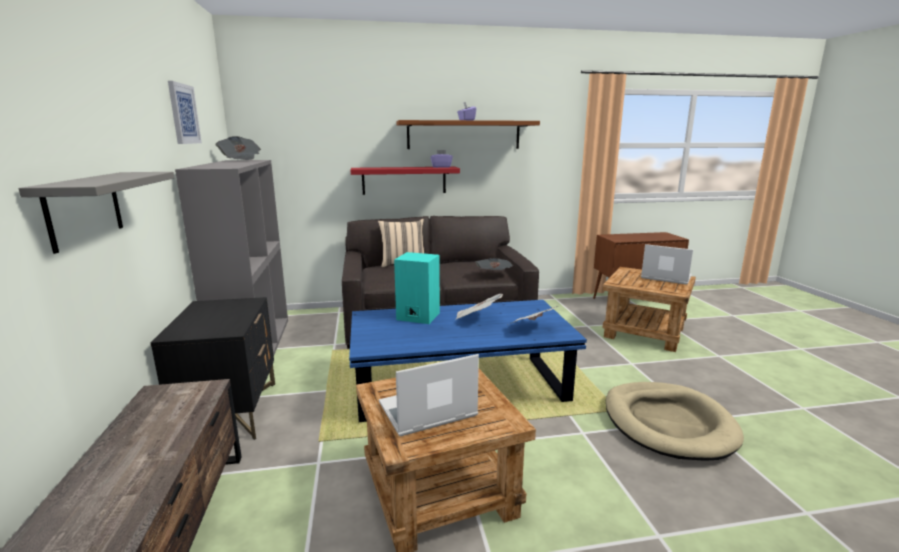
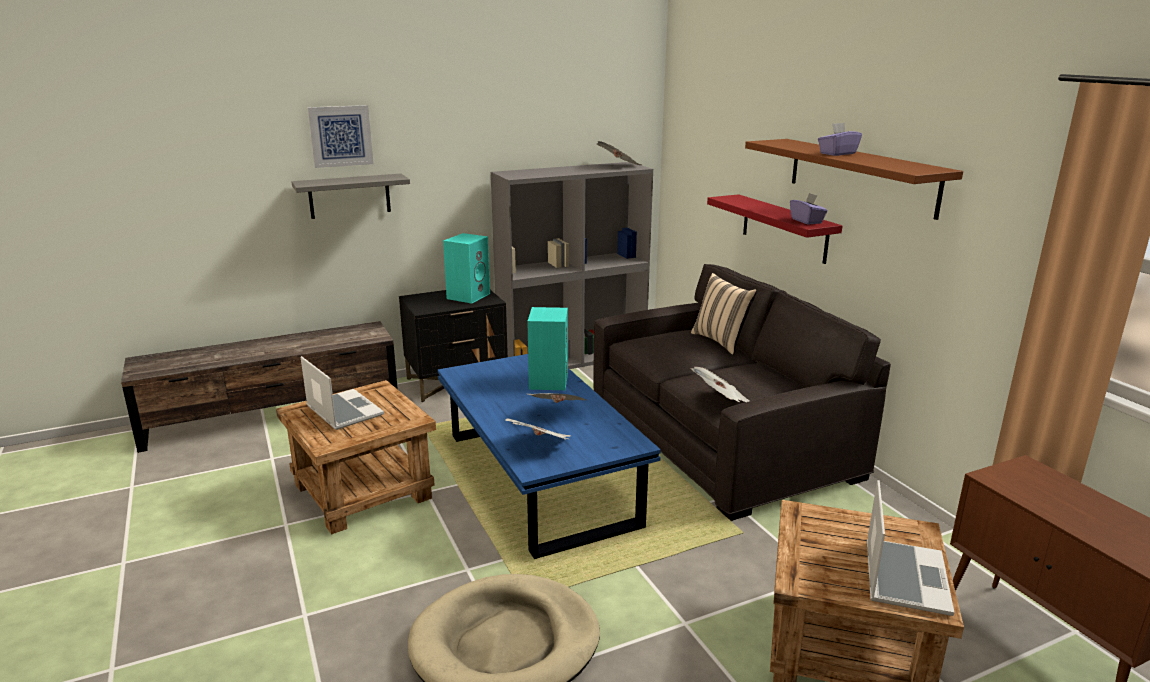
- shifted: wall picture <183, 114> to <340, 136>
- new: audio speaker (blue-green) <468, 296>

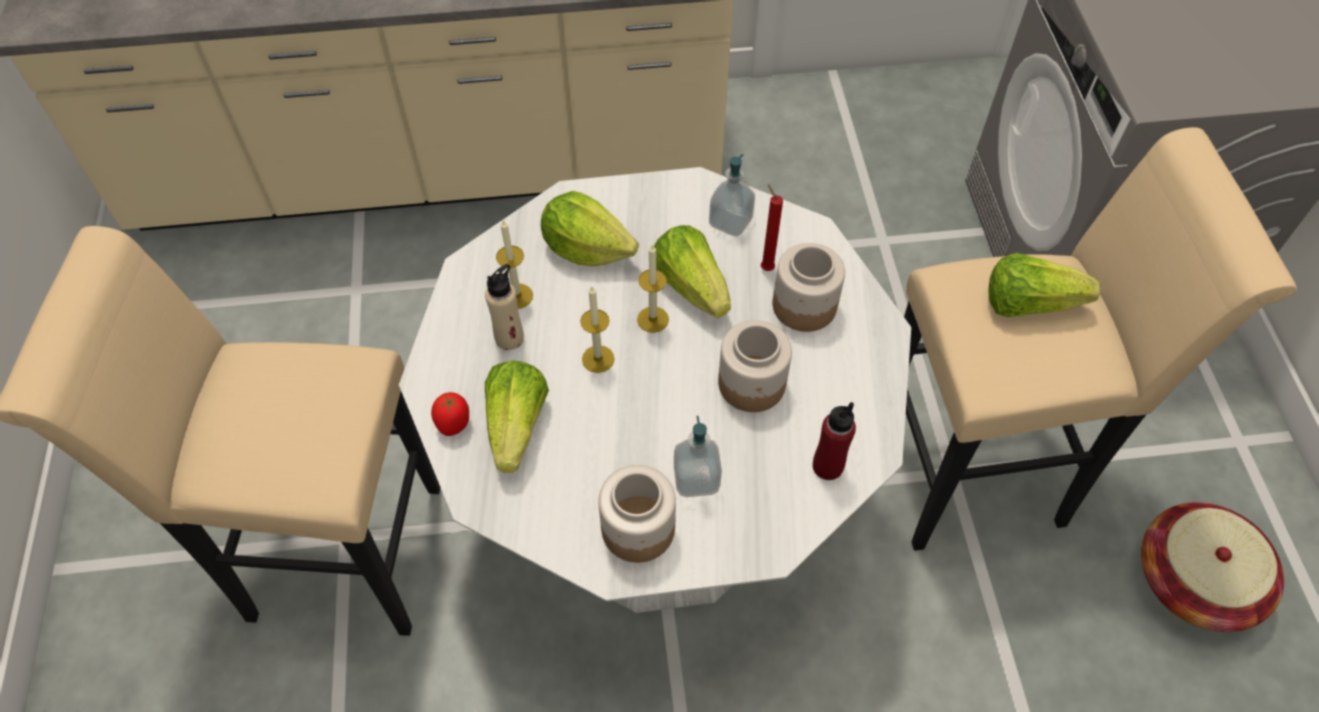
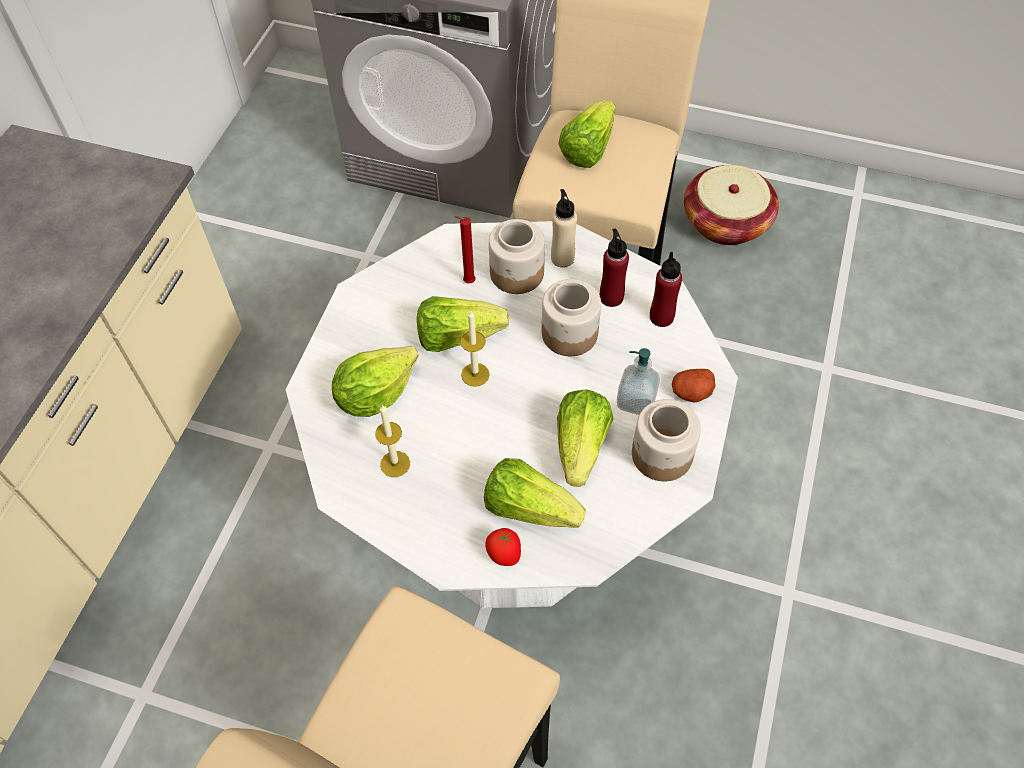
- shifted: bottle (beige-coloured) <509, 338> to <562, 258>
- new: head of lettuce <581, 446>
- new: bottle (red) <611, 297>
- new: whole potato <691, 392>
- gone: wax light <598, 359>
- gone: soap dispenser <730, 222>

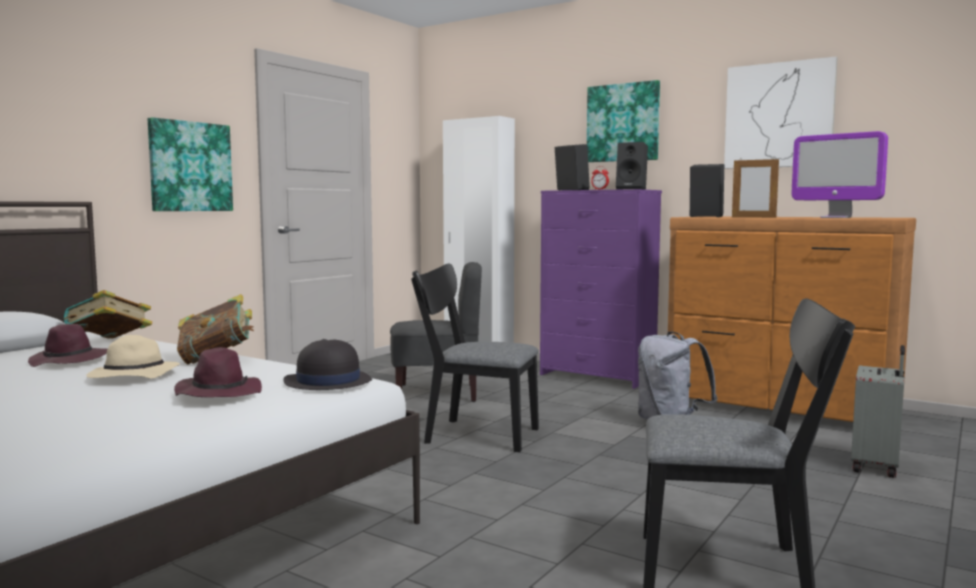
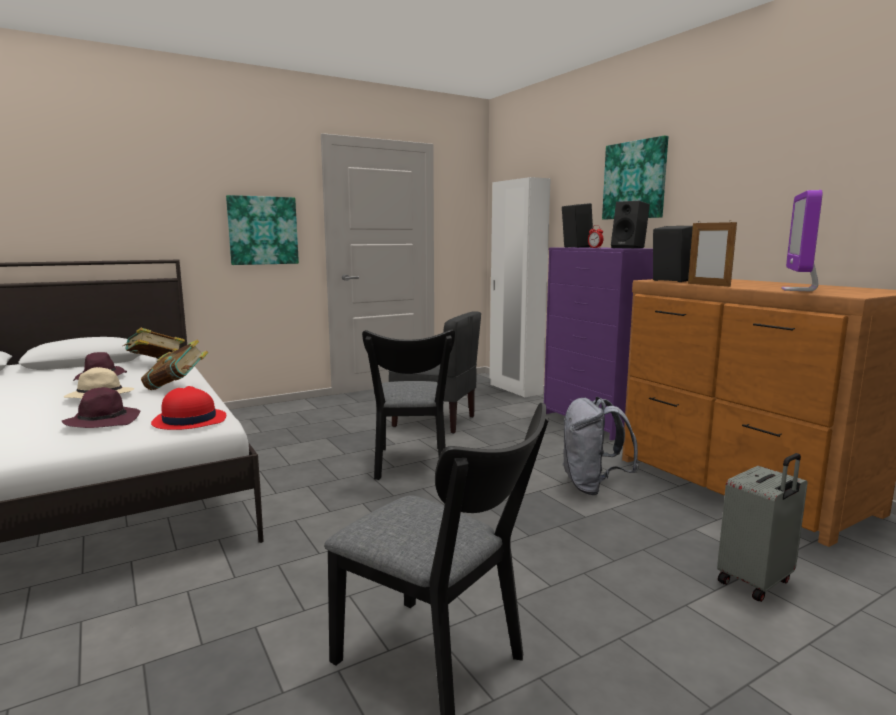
- repainted: wearable hat (black) <327, 382> to wearable hat (red) <189, 420>
- rotated: plain chair (black) <473, 434> = <411, 465> 135 degrees counterclockwise
- rotated: monitor <836, 217> = <798, 290> 45 degrees clockwise
- gone: wall picture <779, 115>

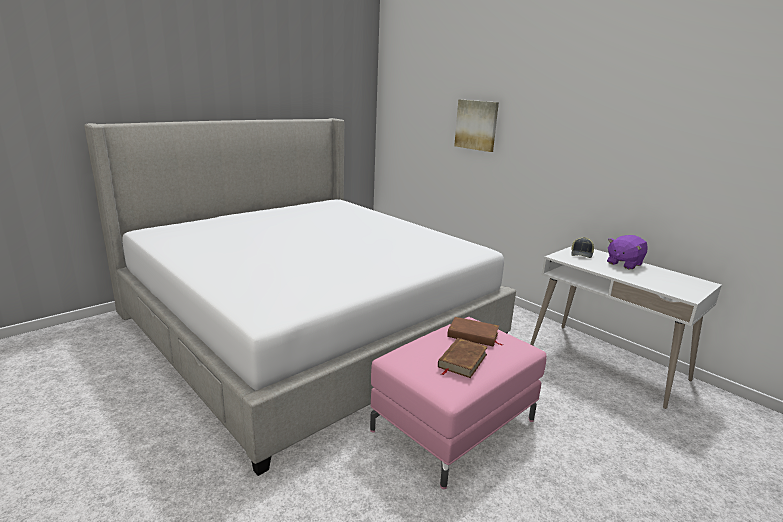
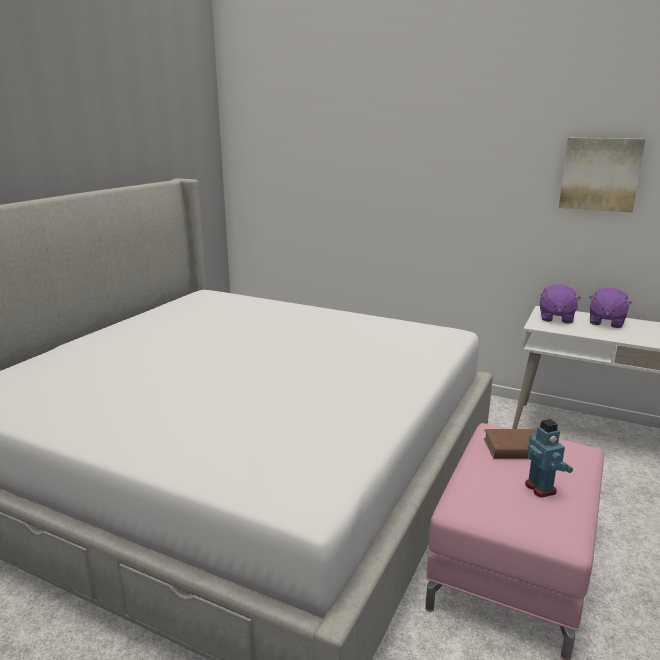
- swapped: bound book (brownish) <462, 360> to toy robot <541, 488>
- swapped: baseball cap <582, 254> to cuddly toy (purple) <555, 318>
- shifted: wall picture <476, 125> to <600, 174>

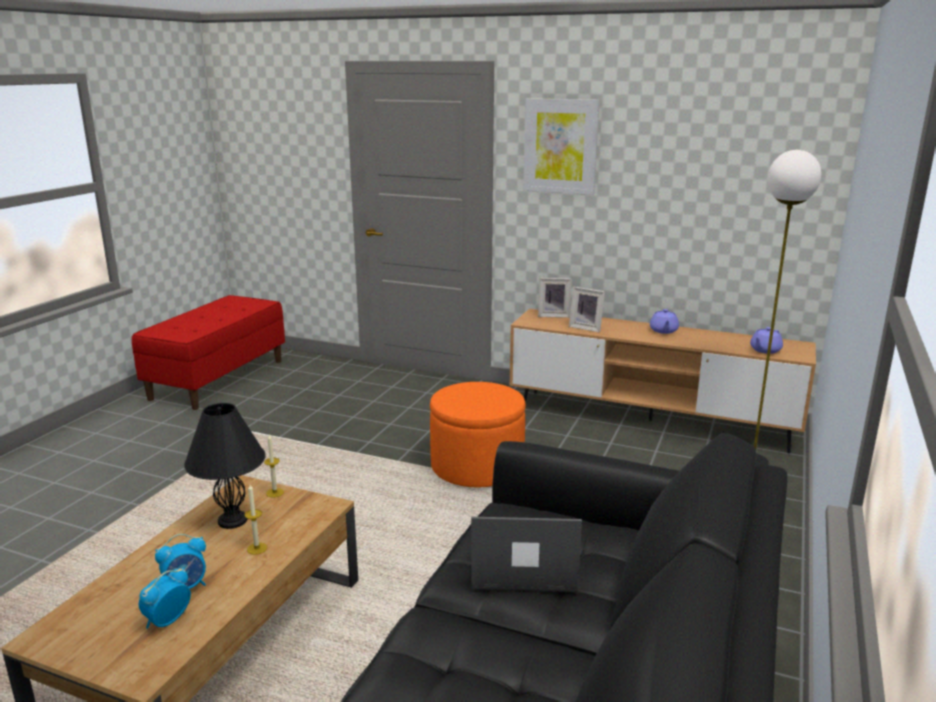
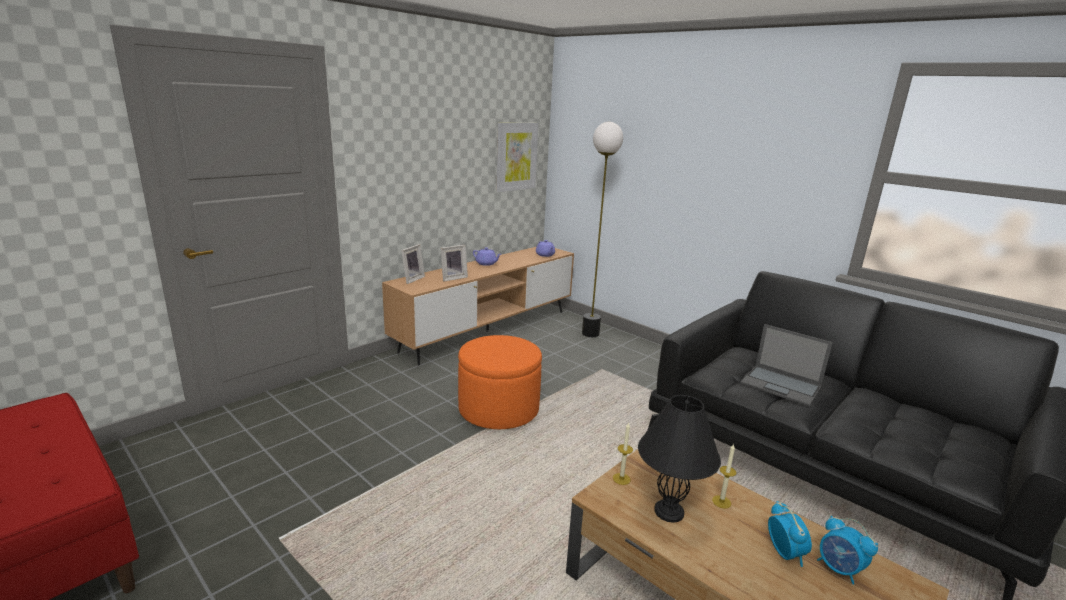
- shifted: wall picture <560, 146> to <516, 156>
- rotated: notebook computer <521, 567> = <781, 385> 75 degrees counterclockwise

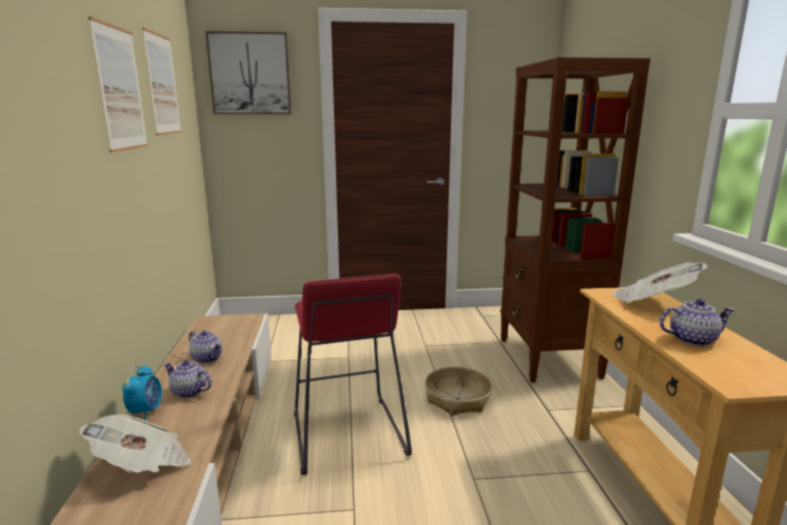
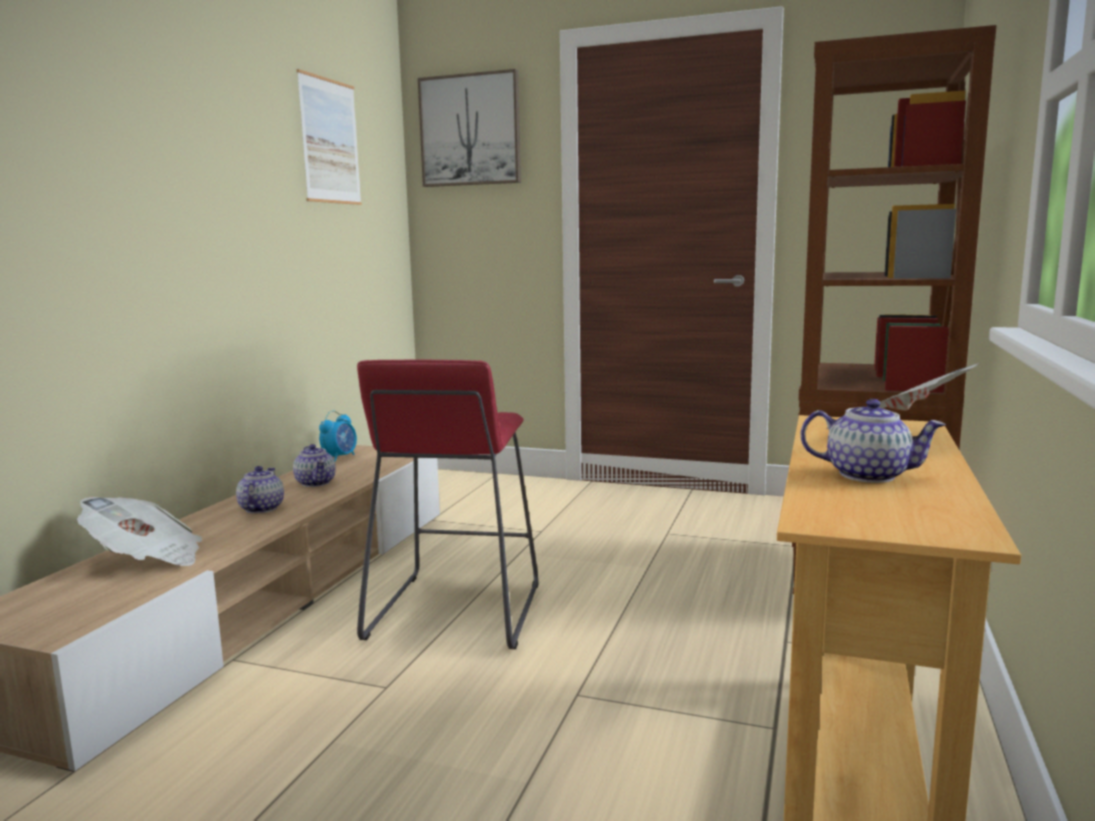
- rotated: tea pot <188, 392> = <261, 508> 45 degrees clockwise
- shifted: table clock <146, 411> to <340, 457>
- gone: wall picture <120, 89>
- gone: storage basket <458, 399>

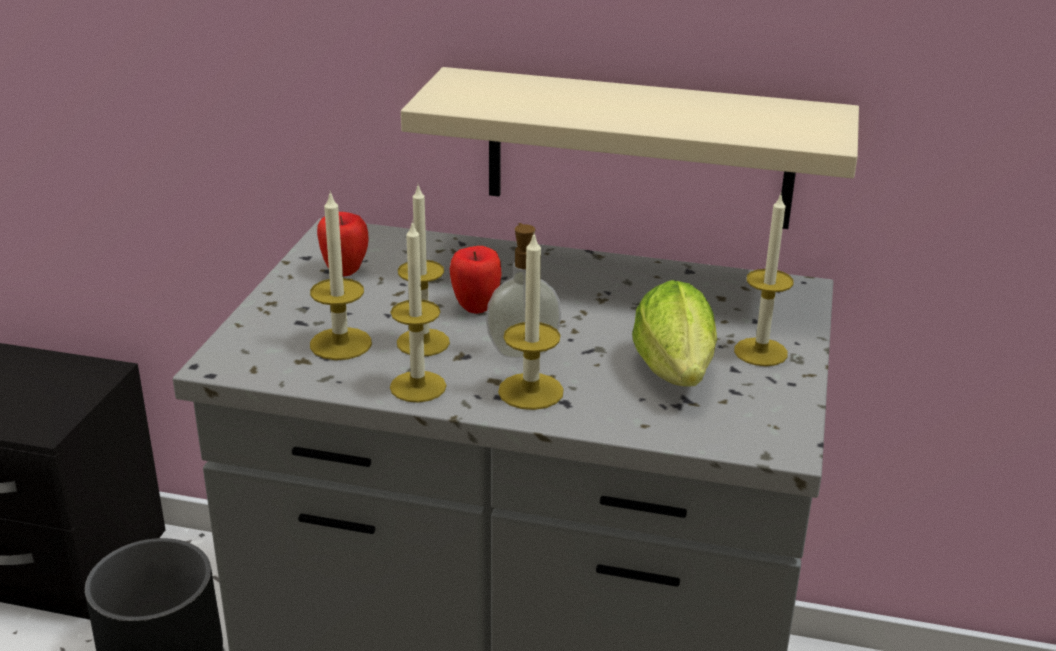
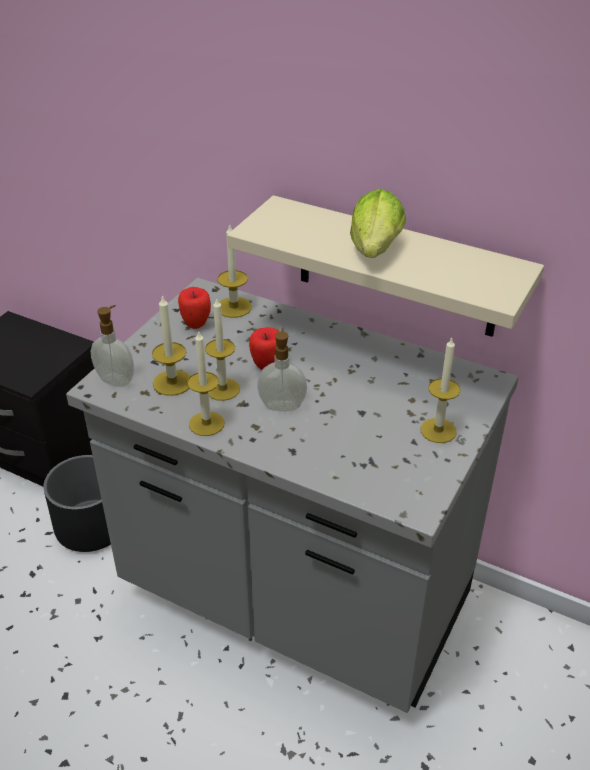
- new: soap dispenser <116, 380>
- shifted: wax light <530, 391> to <234, 307>
- shifted: head of lettuce <676, 376> to <374, 252>

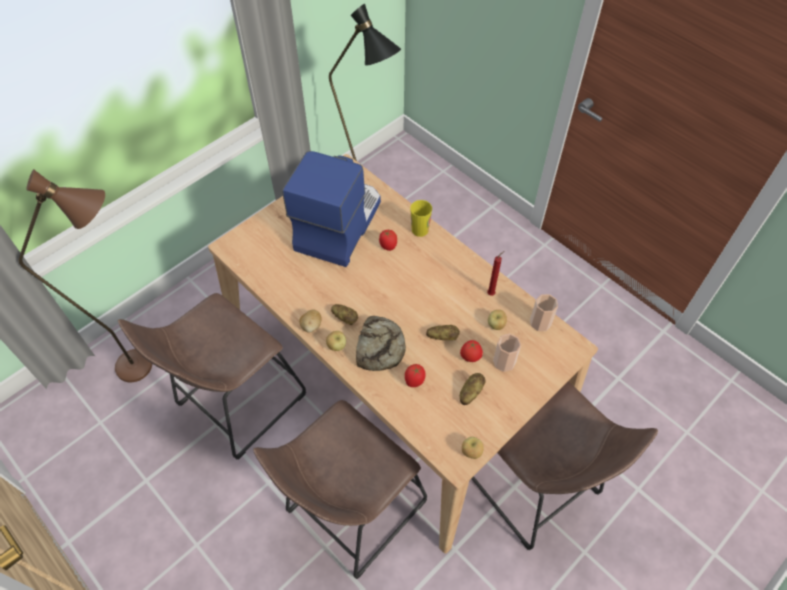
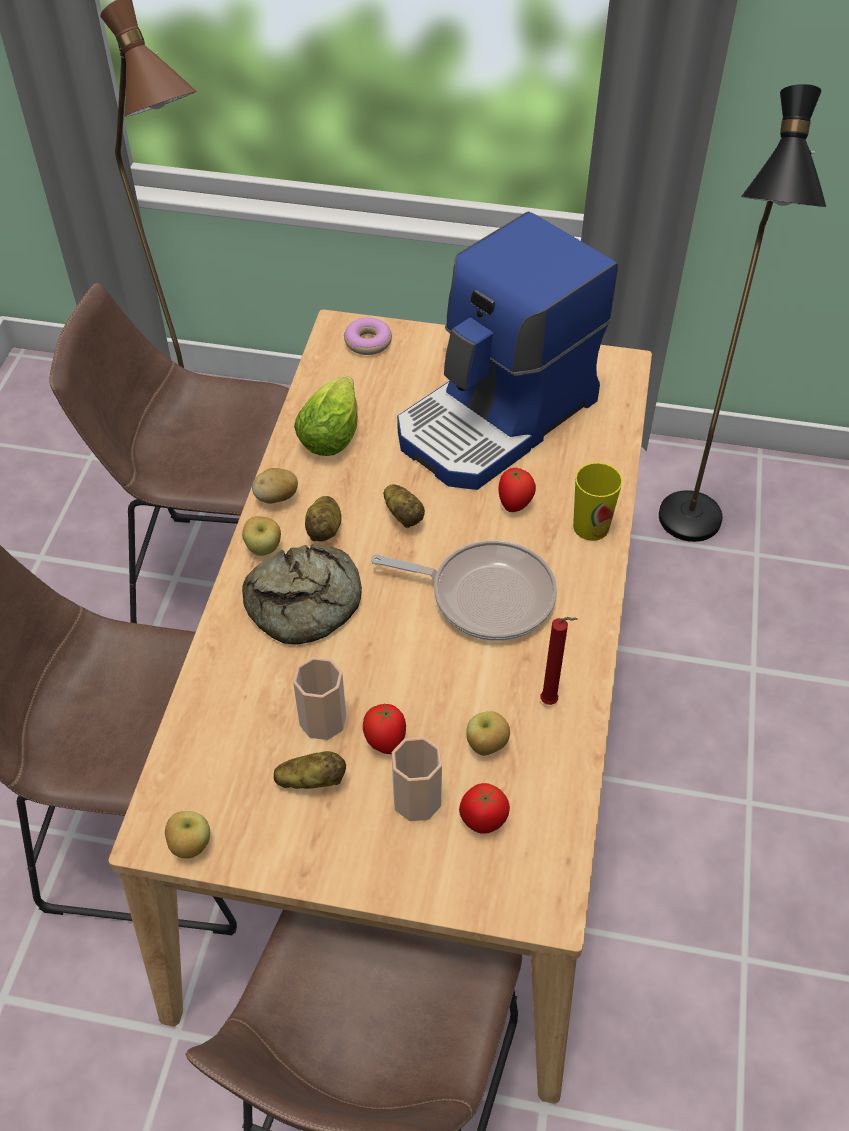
- shifted: drinking cup <540, 322> to <323, 720>
- new: head of lettuce <333, 432>
- new: doughnut <368, 342>
- new: skillet <485, 595>
- shifted: whole potato <442, 337> to <404, 515>
- rotated: coffee machine <337, 224> = <498, 420> 150 degrees clockwise
- shifted: whole tomato <415, 381> to <483, 821>

